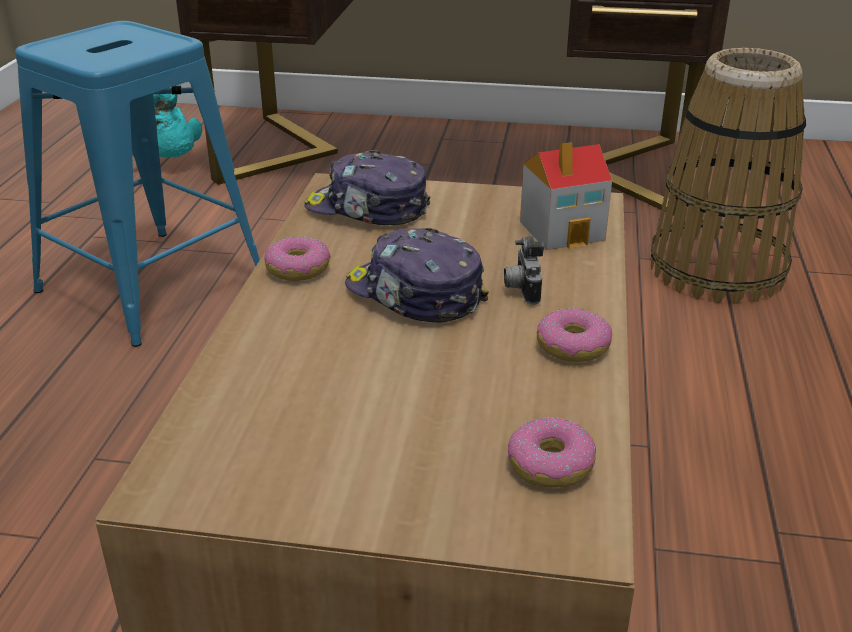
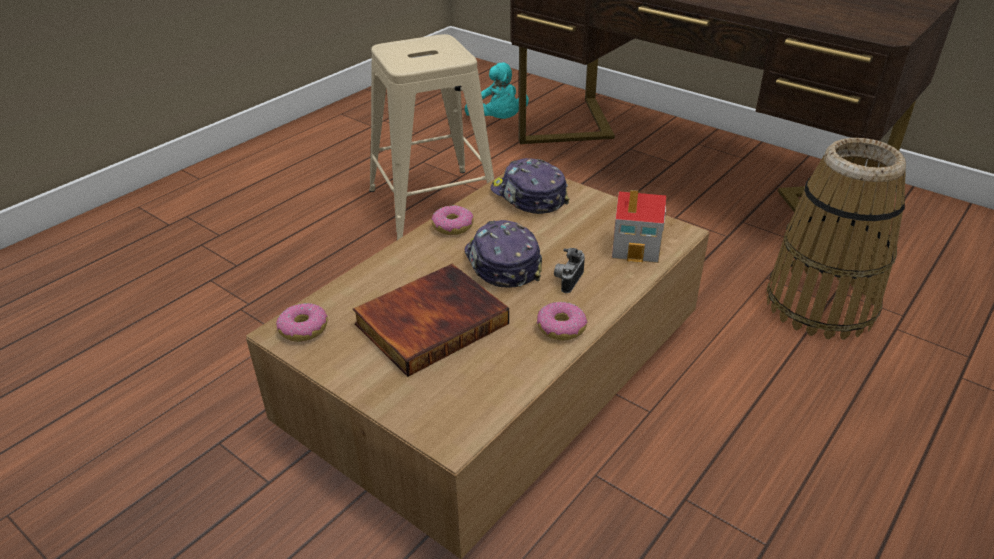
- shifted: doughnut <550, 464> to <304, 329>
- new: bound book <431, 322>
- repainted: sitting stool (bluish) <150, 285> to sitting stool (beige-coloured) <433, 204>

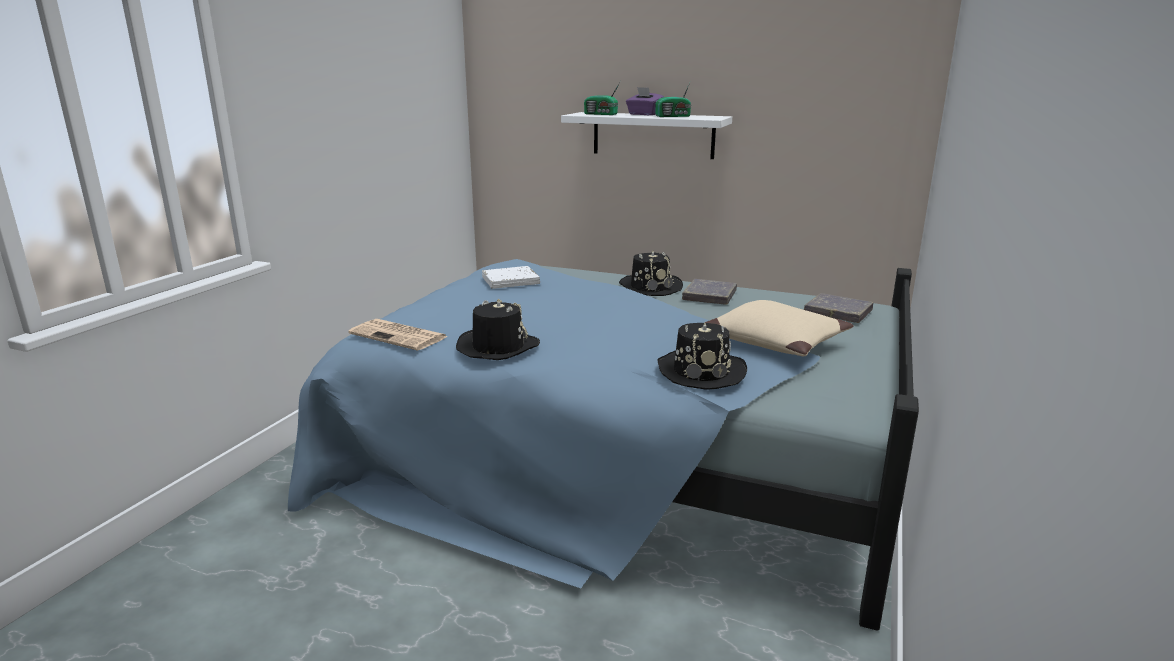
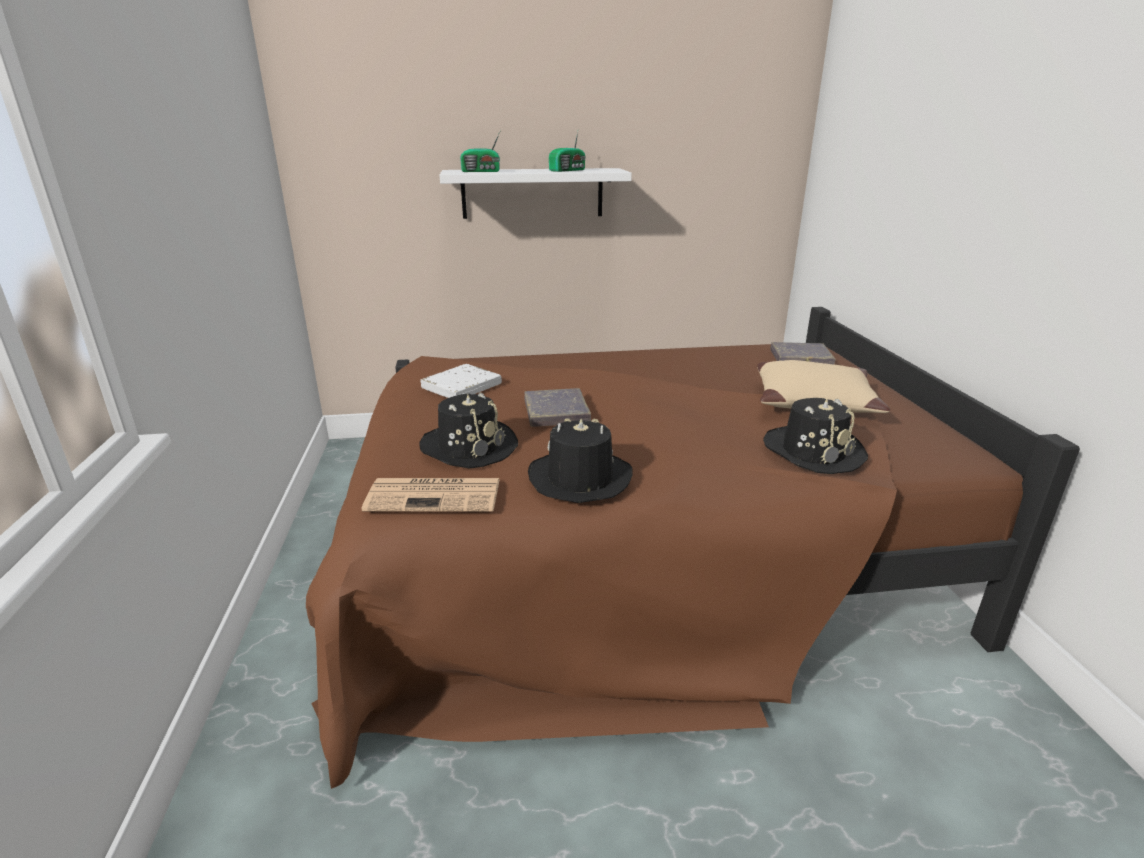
- repainted: bed (bluish) <621, 458> to bed (brownish) <637, 555>
- shifted: wearable hat (black) <650, 287> to <468, 447>
- shifted: bound book (greyish) <709, 296> to <556, 412>
- gone: box of tissues (purple) <644, 114>

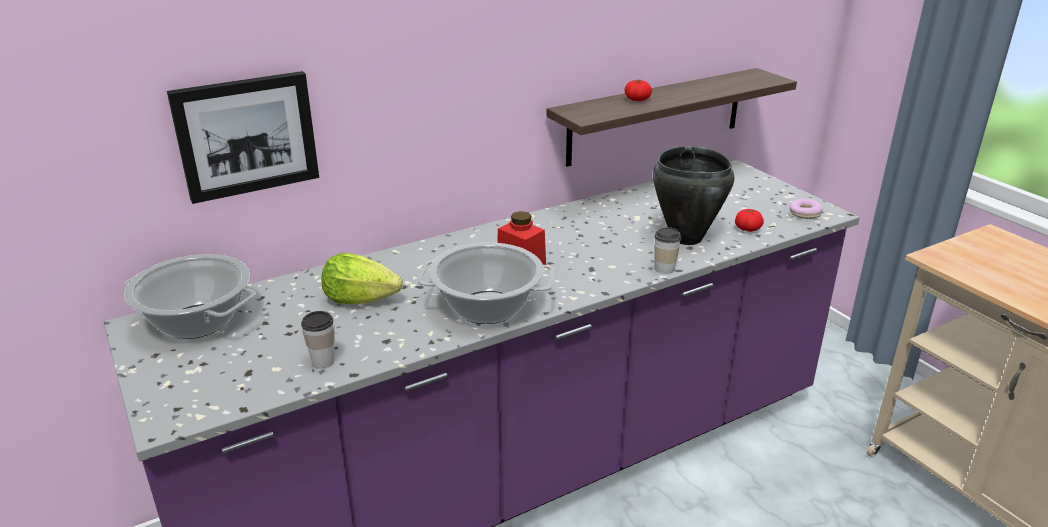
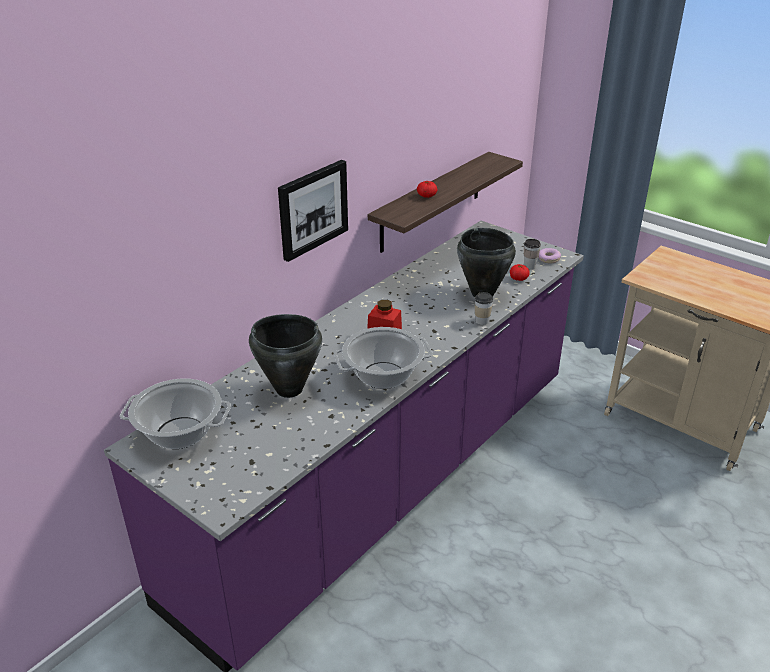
- swapped: head of lettuce <360, 299> to stockpot (black) <289, 389>
- shifted: wall picture <246, 135> to <312, 209>
- shifted: drinking cup <323, 362> to <529, 266>

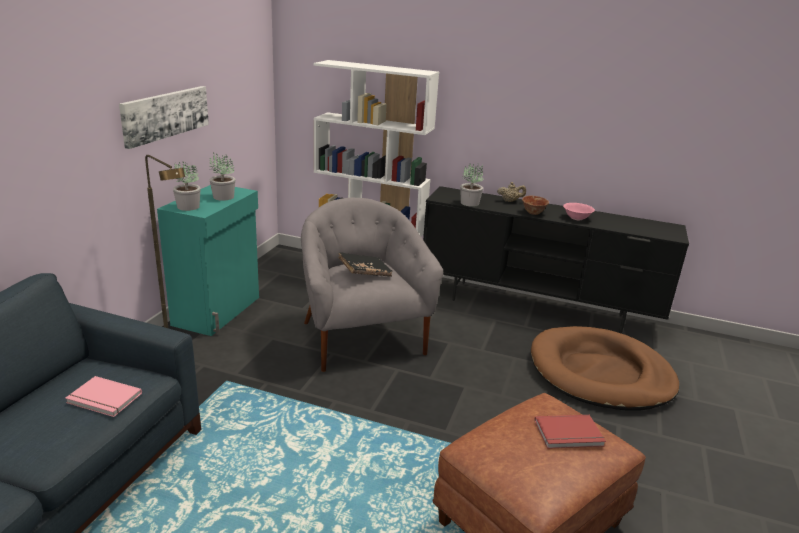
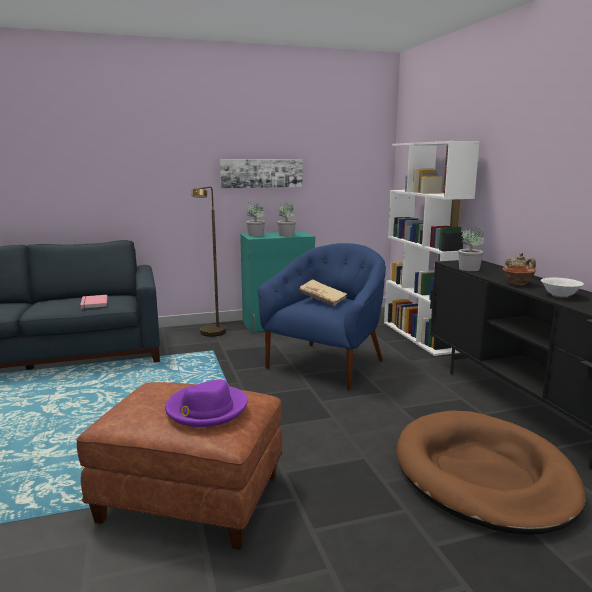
- swapped: bound book (red) <569, 434> to wearable hat (purple) <206, 409>
- repainted: easy chair (greyish) <361, 337> to easy chair (bluish) <327, 364>
- repainted: bound book (black) <365, 273> to bound book (beige-coloured) <322, 300>
- repainted: bowl (pinkish) <576, 218> to bowl (white-coloured) <559, 295>

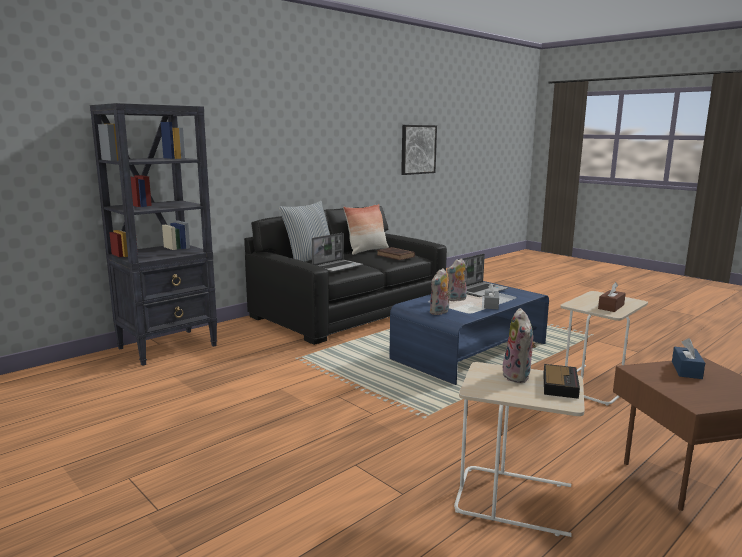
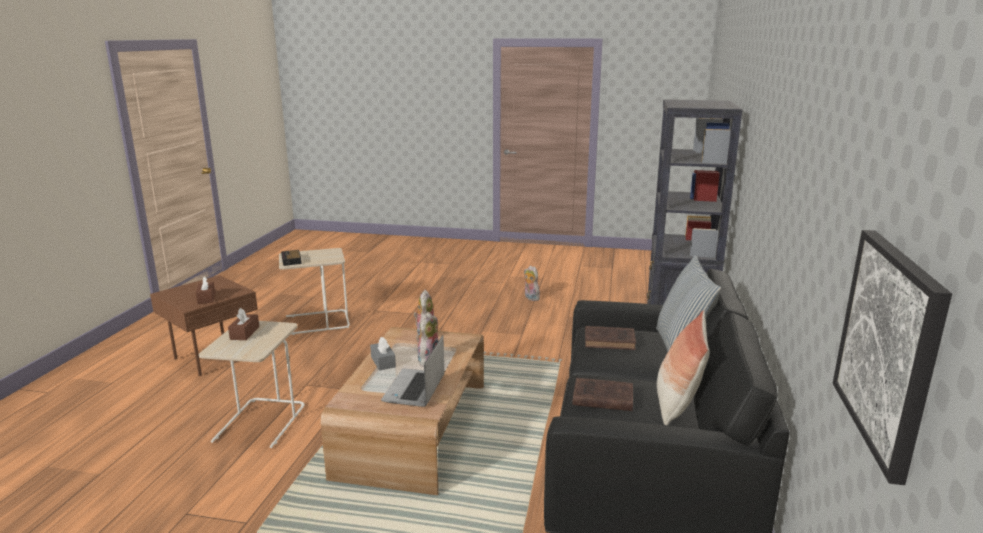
- repainted: box of tissues (bluish) <686, 370> to box of tissues (brownish) <206, 298>
- repainted: coffee table (bluish) <470, 351> to coffee table (brownish) <414, 428>
- shifted: cuddly toy <518, 376> to <530, 298>
- swapped: notebook computer <337, 267> to bound book (brownish) <611, 341>

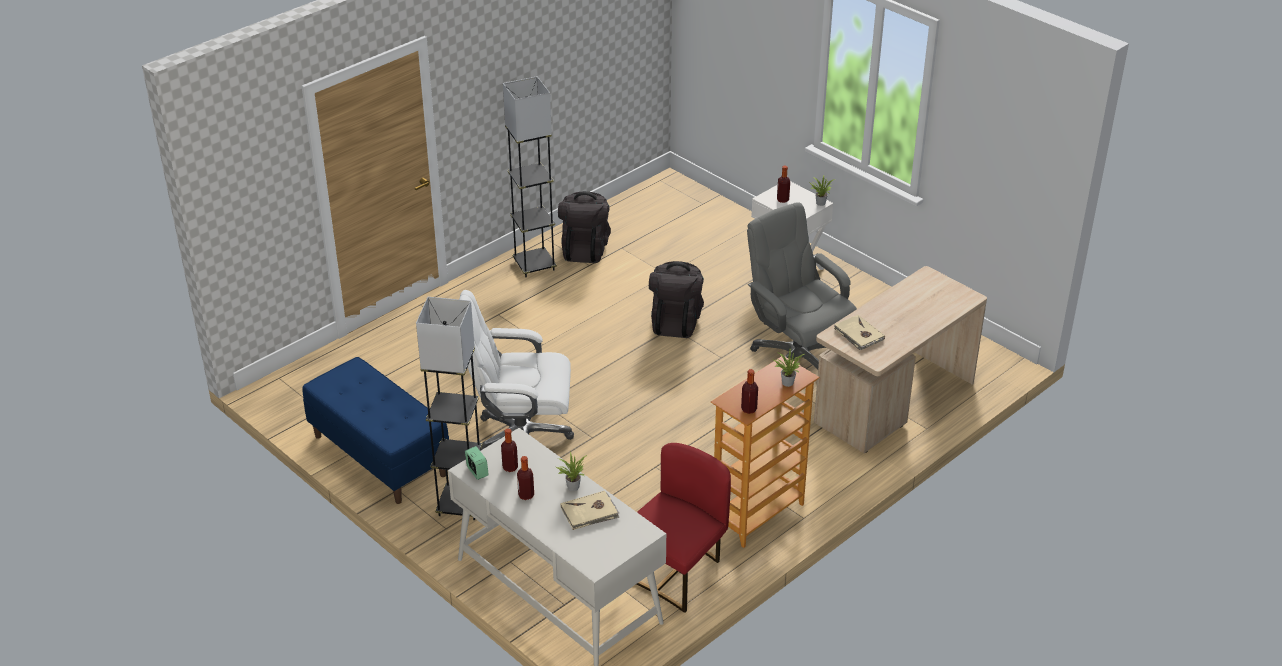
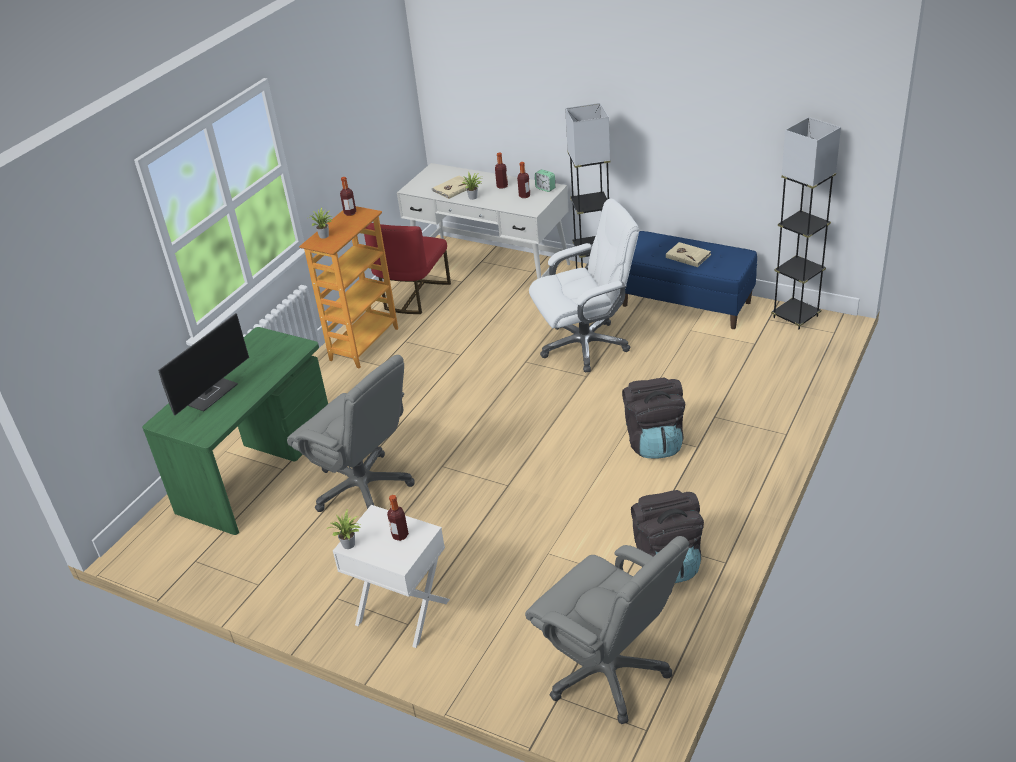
- repainted: desk table (beige-coloured) <893, 402> to desk table (green-coloured) <258, 468>
- new: monitor <210, 393>
- new: computer chair (greyish) <608, 672>
- shifted: knapsack (black) <675, 322> to <654, 442>
- shifted: bound book (beige-coloured) <858, 335> to <688, 256>
- shifted: floor lamp (greyish) <534, 265> to <795, 317>

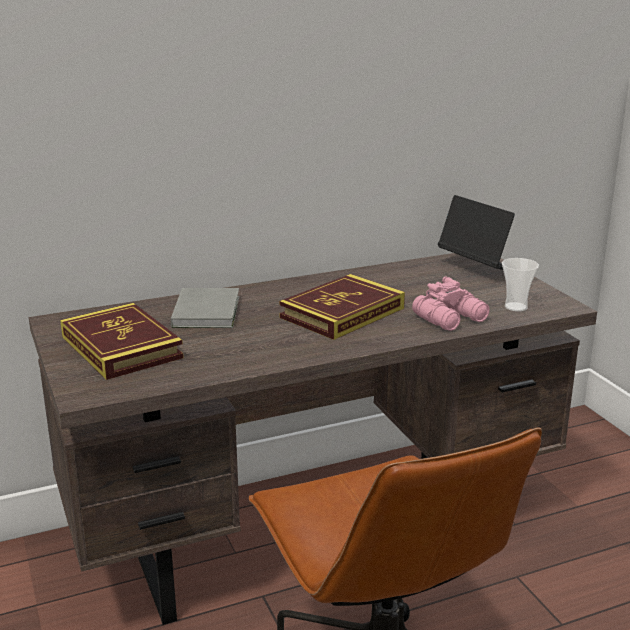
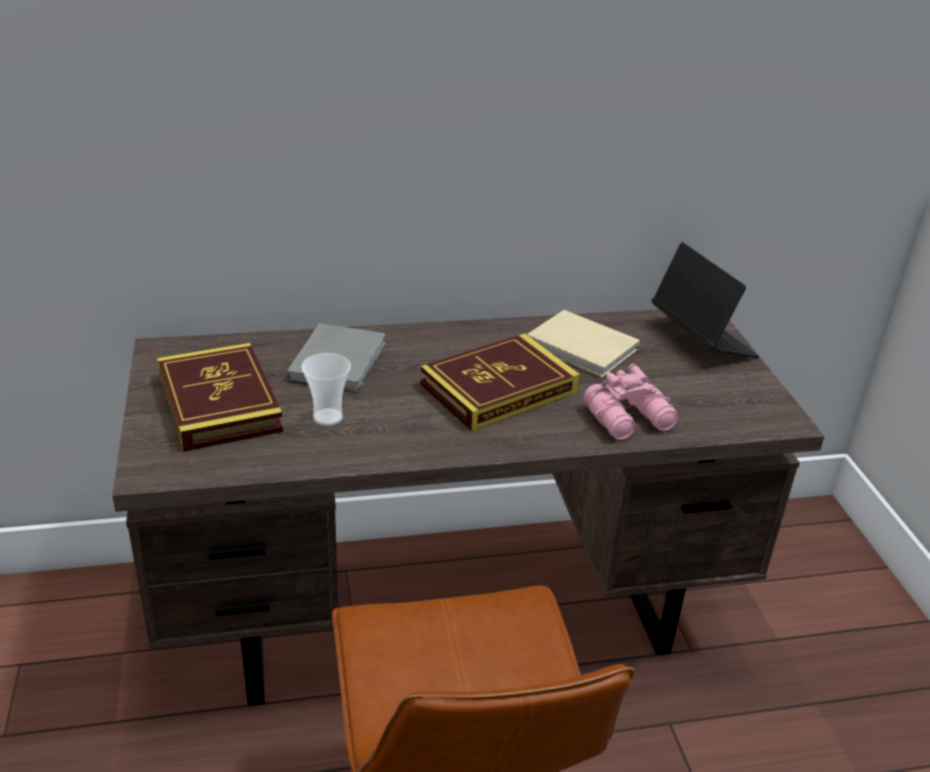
- shifted: drinking cup <516, 307> to <328, 417>
- new: bound book (beige-coloured) <583, 348>

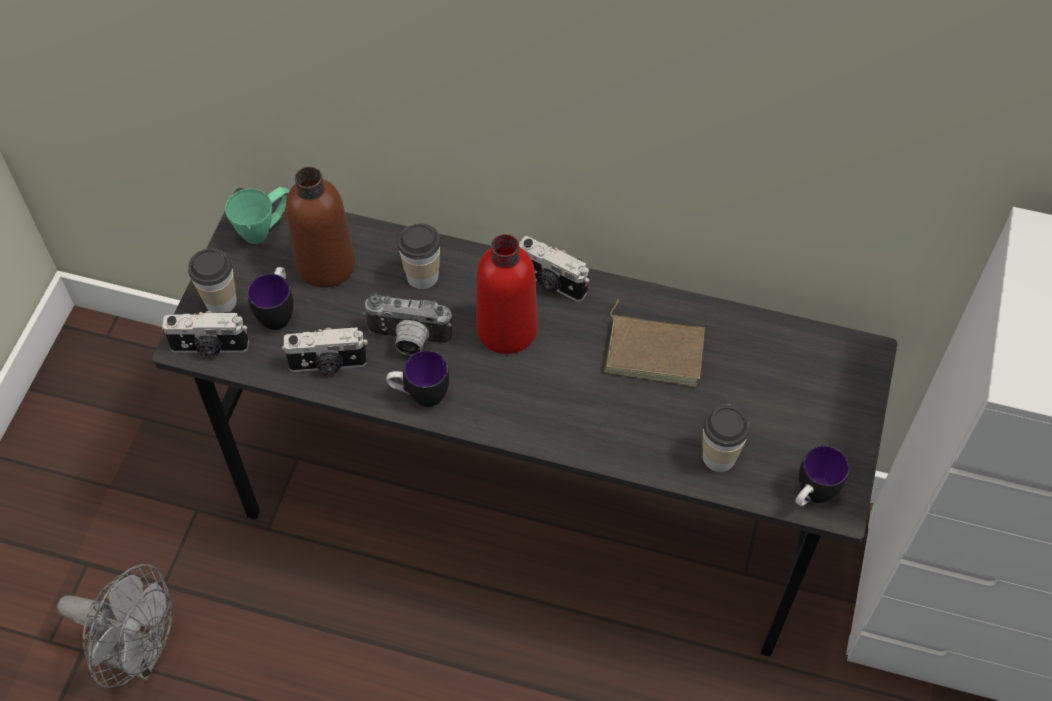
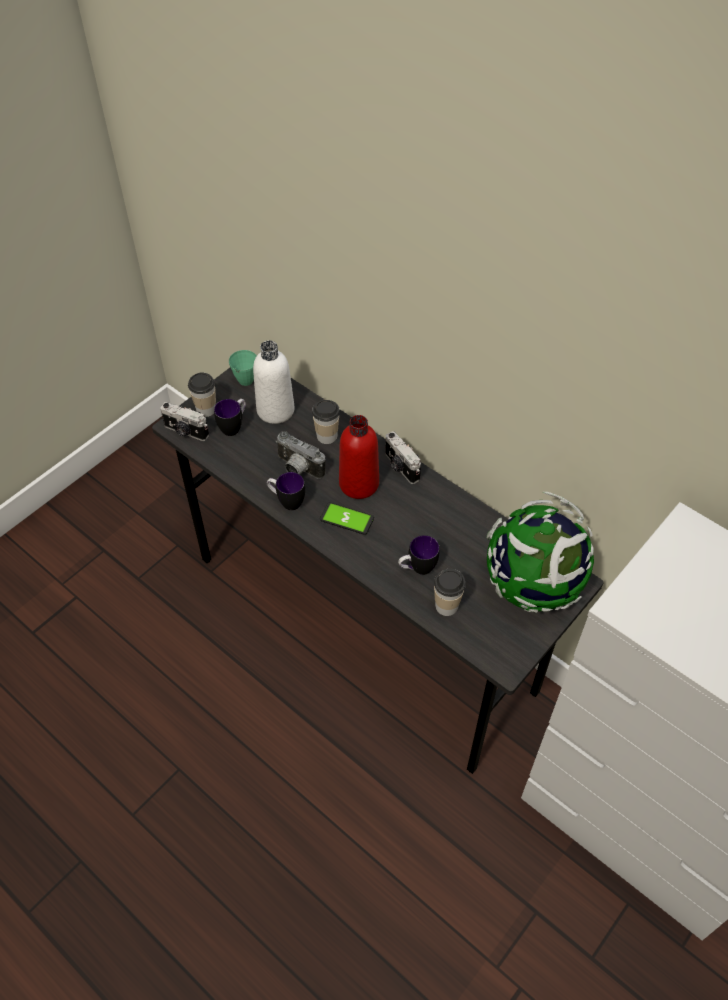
- repainted: bottle (brownish) <326, 264> to bottle (white-coloured) <275, 410>
- new: phone <347, 519>
- shifted: tea mug <811, 496> to <417, 569>
- new: desk globe <532, 586>
- gone: cooling fan (greyish) <138, 654>
- gone: still camera <328, 364>
- gone: bound book (brownish) <655, 350>

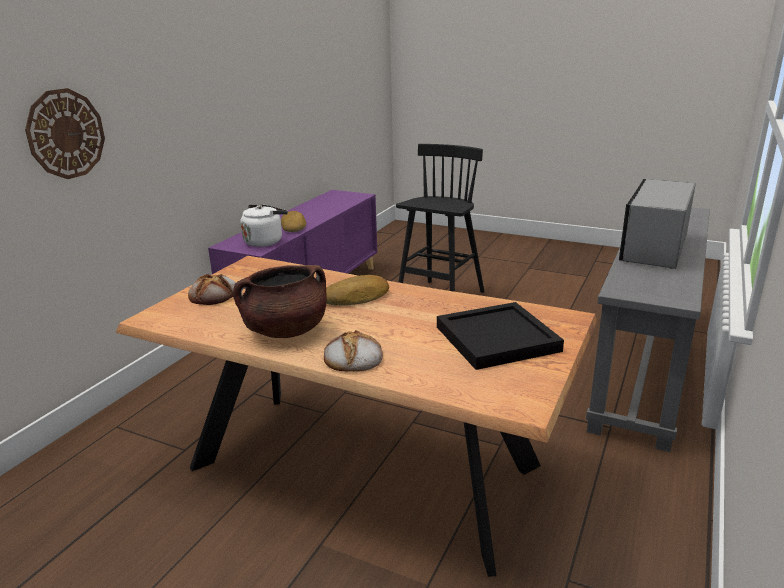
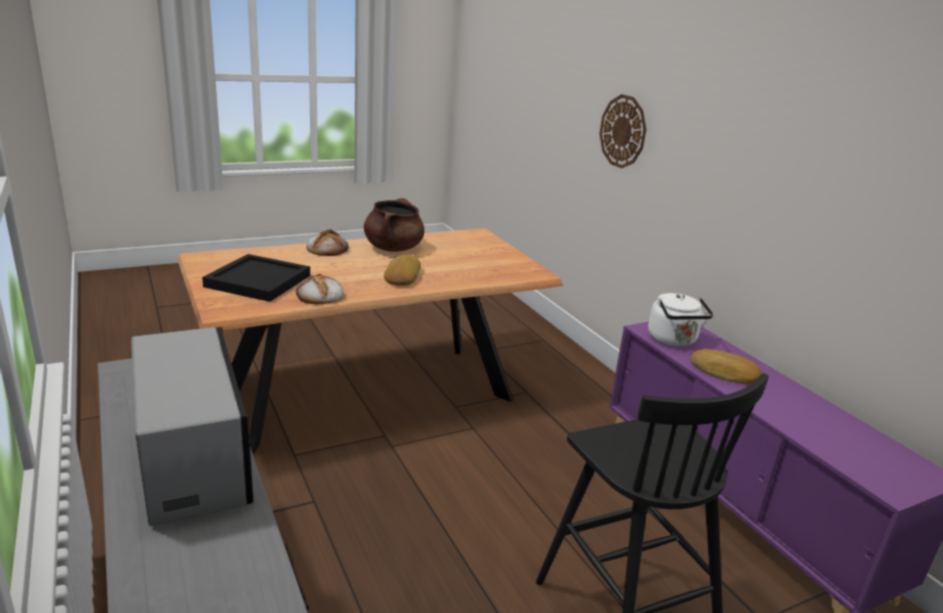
- shifted: bread <214, 295> to <319, 295>

